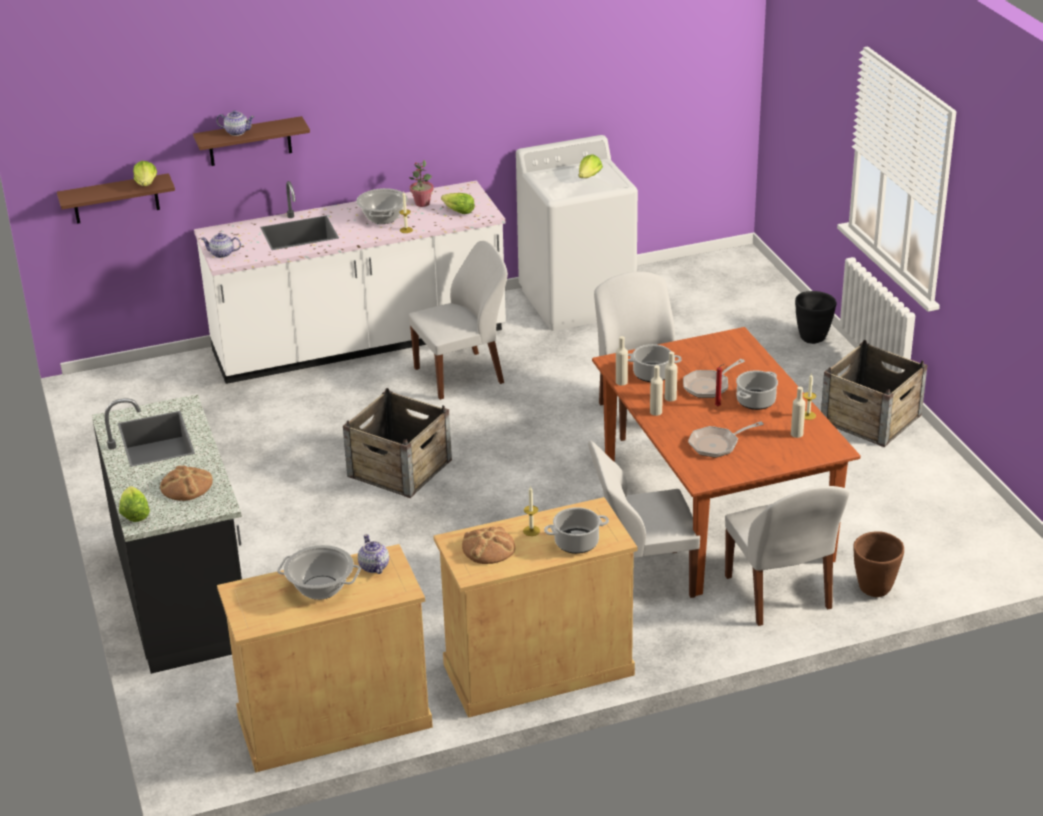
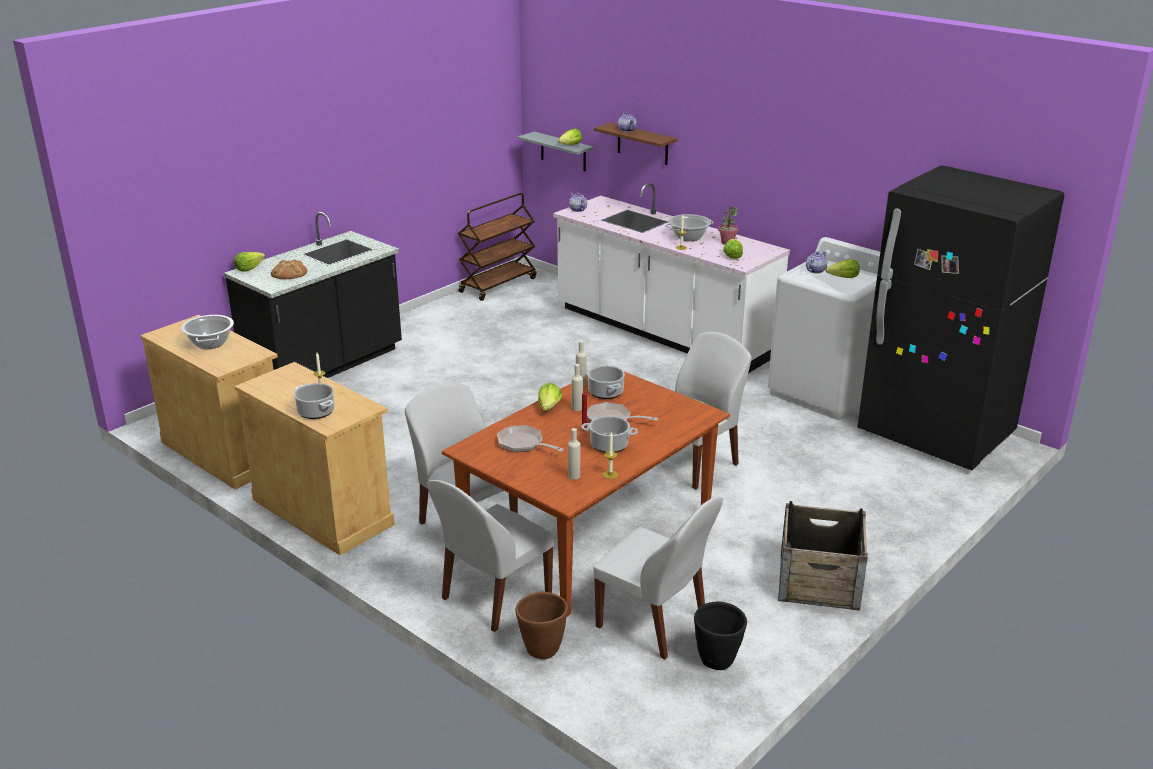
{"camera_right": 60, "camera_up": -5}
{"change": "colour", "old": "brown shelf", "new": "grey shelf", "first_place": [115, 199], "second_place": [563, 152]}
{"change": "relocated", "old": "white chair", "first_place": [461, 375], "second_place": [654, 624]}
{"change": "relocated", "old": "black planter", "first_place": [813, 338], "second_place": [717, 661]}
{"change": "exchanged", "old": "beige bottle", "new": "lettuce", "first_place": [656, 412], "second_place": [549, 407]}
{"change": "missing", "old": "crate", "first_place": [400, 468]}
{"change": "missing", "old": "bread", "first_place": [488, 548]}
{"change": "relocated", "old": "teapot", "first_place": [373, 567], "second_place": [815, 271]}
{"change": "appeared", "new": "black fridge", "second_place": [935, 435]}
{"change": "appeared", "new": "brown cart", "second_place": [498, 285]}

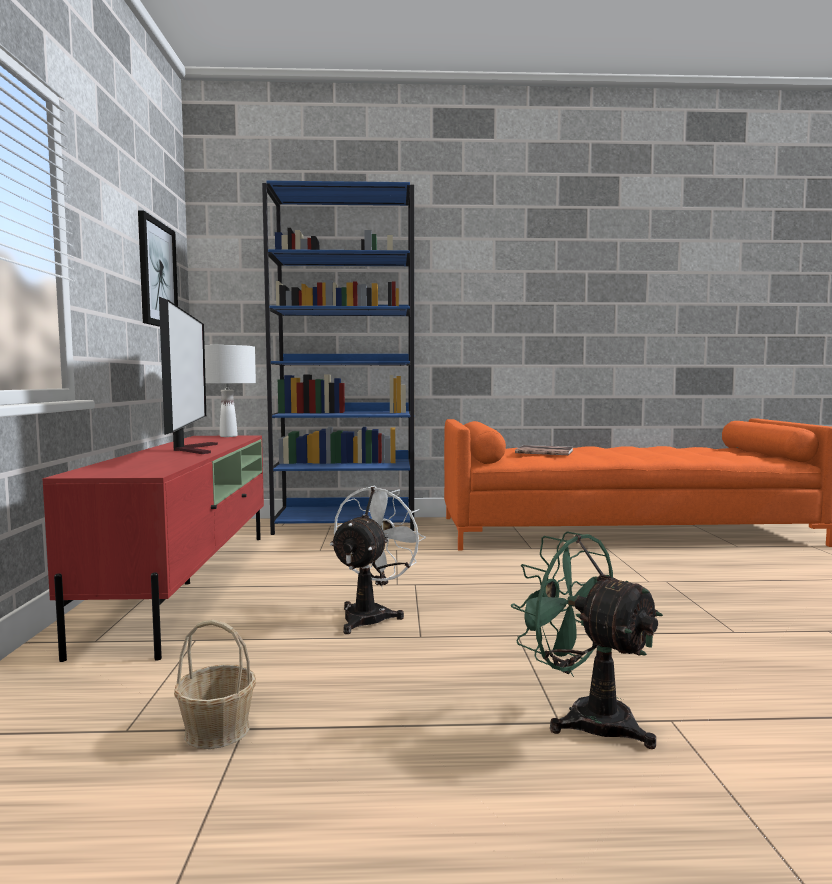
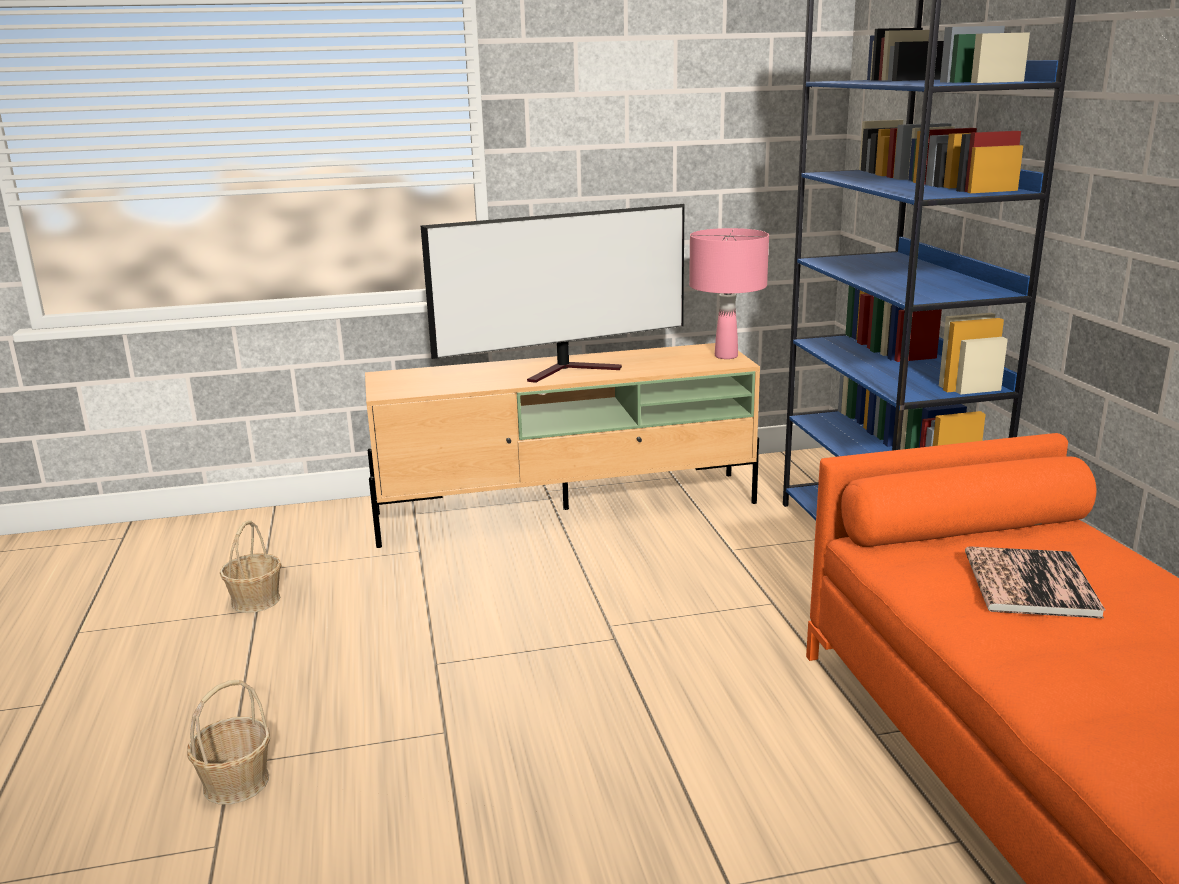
{"camera_right": 80, "camera_up": 15}
{"change": "missing", "old": "picture", "first_place": [157, 274]}
{"change": "colour", "old": "white table lamp", "new": "pink table lamp", "first_place": [228, 436], "second_place": [726, 356]}
{"change": "colour", "old": "red tv stand", "new": "beige tv stand", "first_place": [189, 582], "second_place": [568, 508]}
{"change": "missing", "old": "white fan", "first_place": [371, 615]}
{"change": "exchanged", "old": "green fan", "new": "basket", "first_place": [585, 717], "second_place": [235, 783]}

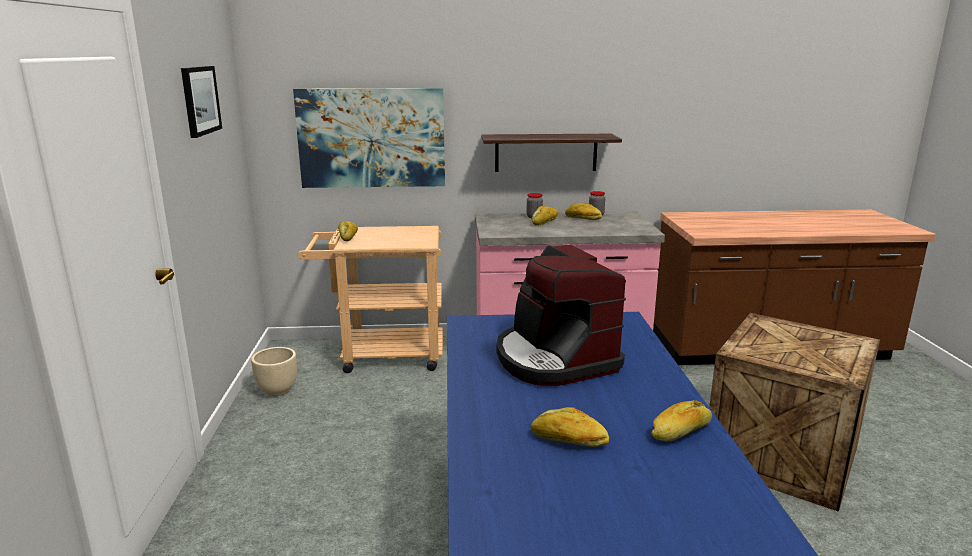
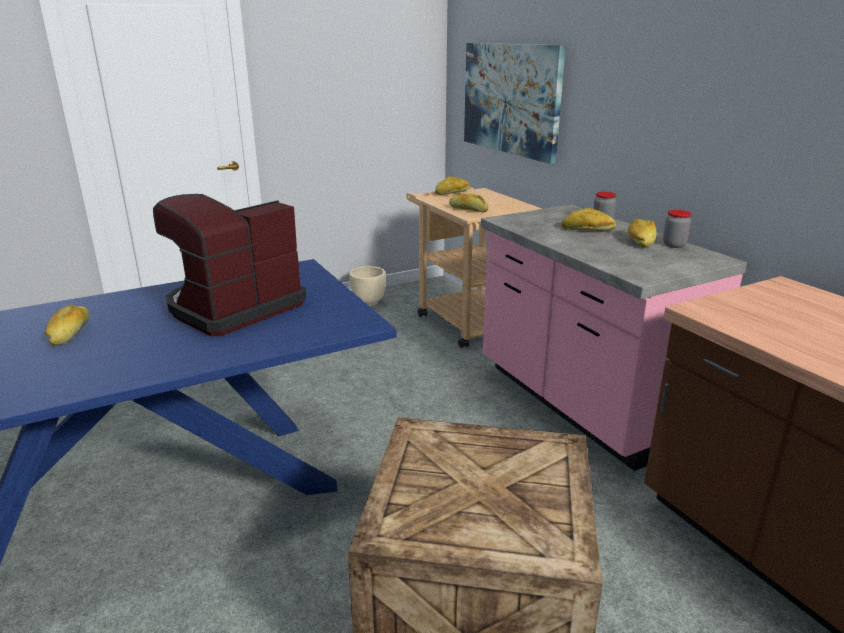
{"camera_right": 65, "camera_up": 5}
{"change": "missing", "old": "picture", "first_place": [200, 100]}
{"change": "missing", "old": "shelf", "first_place": [546, 152]}
{"change": "relocated", "old": "bread", "first_place": [681, 432], "second_place": [468, 210]}

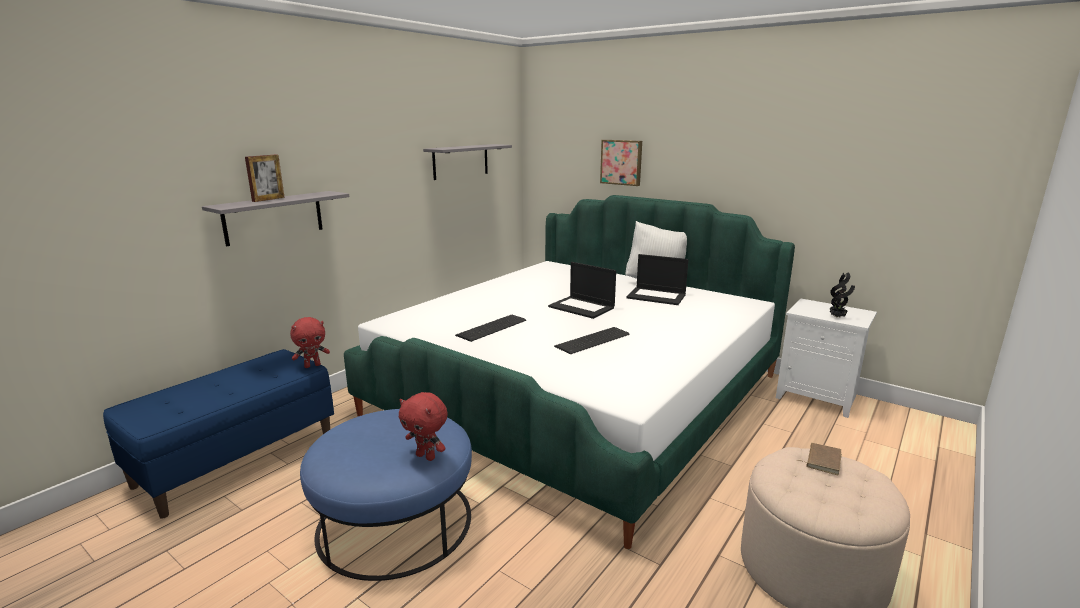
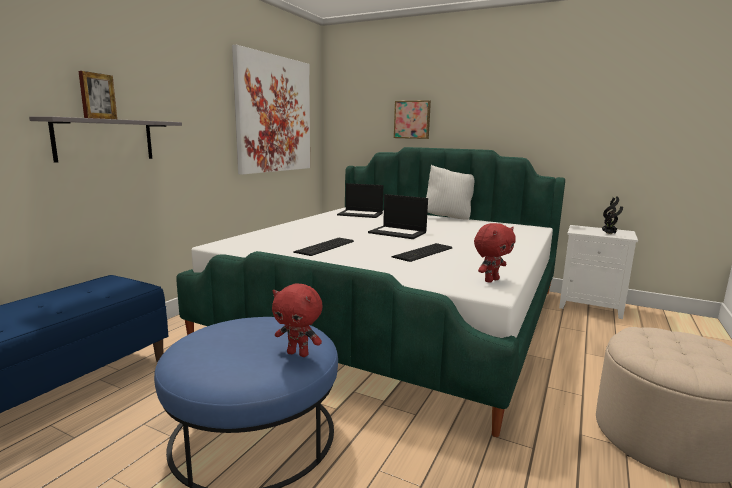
{"camera_right": -10, "camera_up": -5}
{"change": "exchanged", "old": "grey shelf", "new": "picture", "first_place": [461, 161], "second_place": [274, 114]}
{"change": "relocated", "old": "laptop", "first_place": [657, 296], "second_place": [361, 214]}
{"change": "relocated", "old": "red plush toy", "first_place": [312, 365], "second_place": [491, 280]}
{"change": "missing", "old": "brown book", "first_place": [822, 460]}

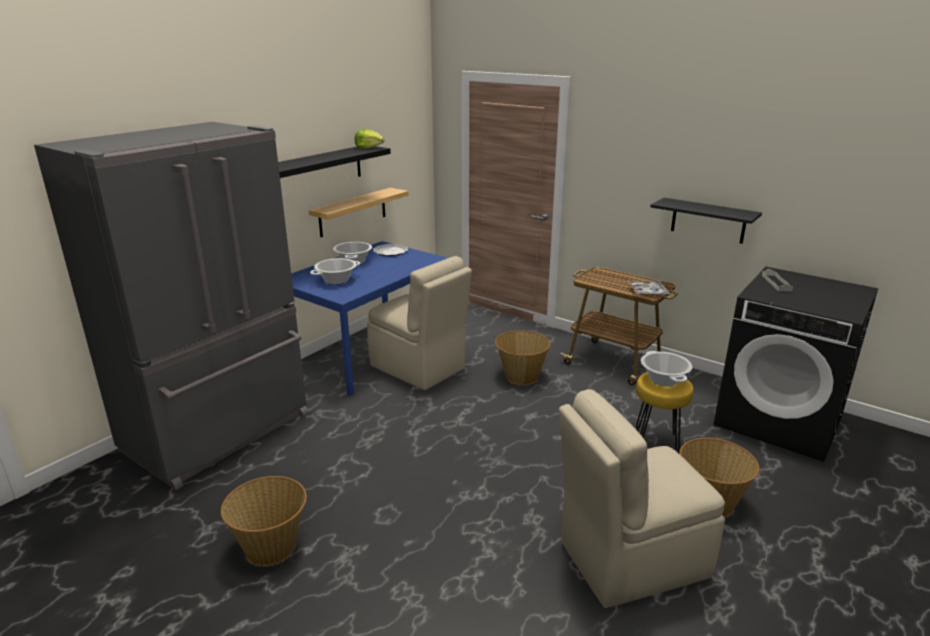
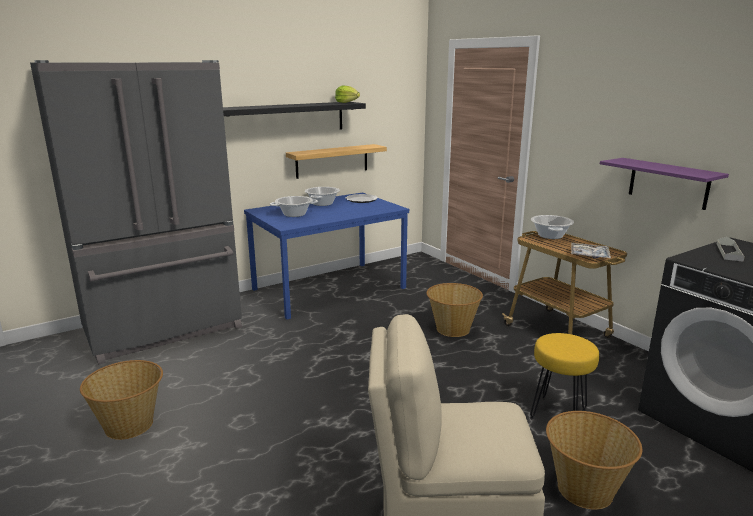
{"camera_right": 20, "camera_up": -5}
{"change": "colour", "old": "black shelf", "new": "purple shelf", "first_place": [708, 220], "second_place": [668, 183]}
{"change": "missing", "old": "beige chair", "first_place": [419, 368]}
{"change": "relocated", "old": "cooking pot", "first_place": [663, 380], "second_place": [550, 236]}

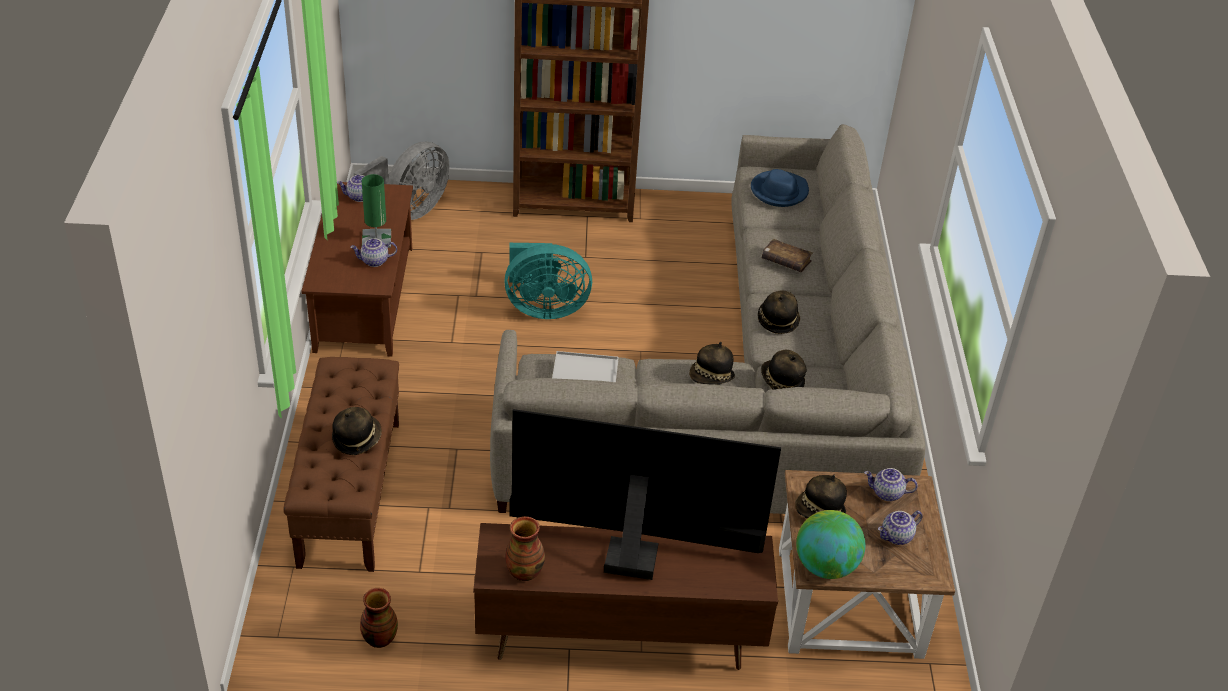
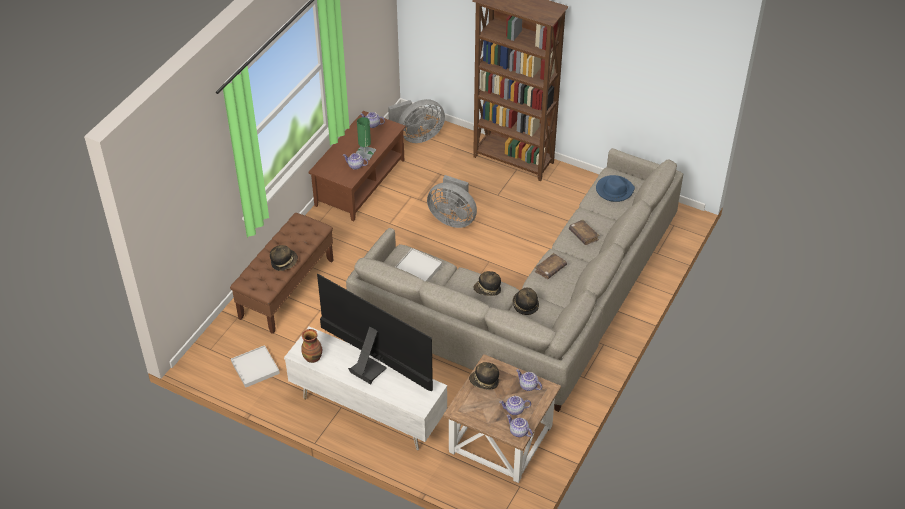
{"camera_right": 30, "camera_up": 5}
{"change": "colour", "old": "turquoise fan", "new": "grey fan", "first_place": [544, 308], "second_place": [453, 219]}
{"change": "exchanged", "old": "hat", "new": "brown book", "first_place": [777, 320], "second_place": [550, 269]}
{"change": "missing", "old": "globe", "first_place": [825, 566]}
{"change": "colour", "old": "brown tv stand", "new": "white tv stand", "first_place": [619, 640], "second_place": [368, 412]}
{"change": "exchanged", "old": "vase", "new": "white tray", "first_place": [379, 639], "second_place": [255, 368]}
{"change": "appeared", "new": "teapot", "second_place": [518, 432]}

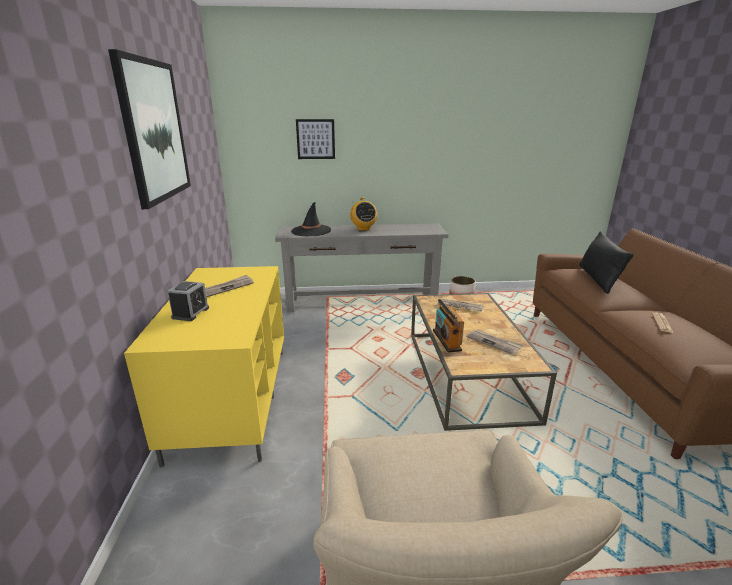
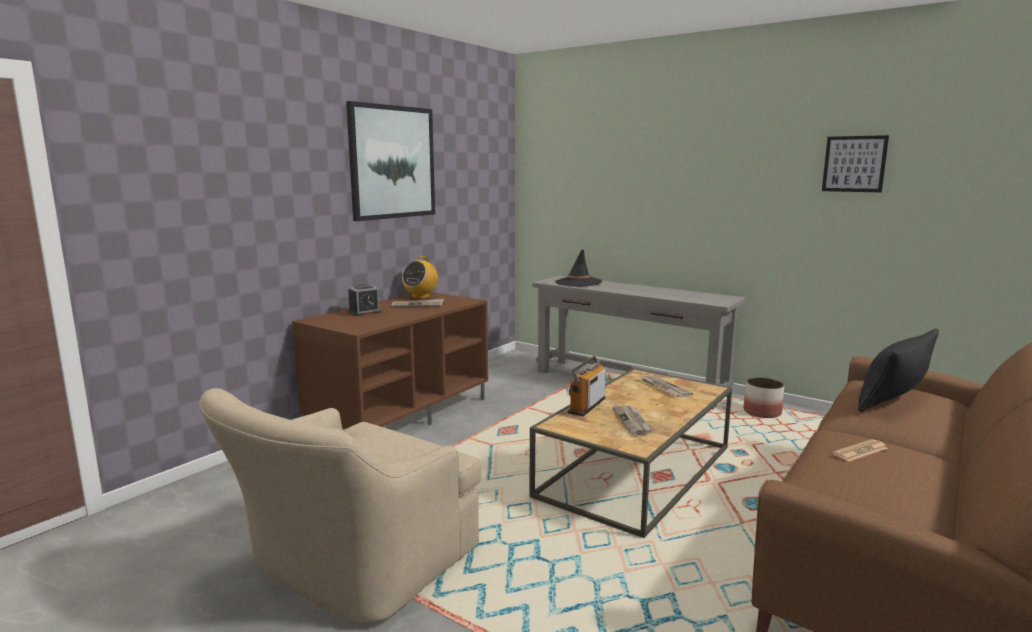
{"camera_right": 40, "camera_up": -10}
{"change": "relocated", "old": "picture", "first_place": [315, 139], "second_place": [854, 164]}
{"change": "relocated", "old": "radio", "first_place": [363, 229], "second_place": [420, 296]}
{"change": "colour", "old": "yellow tv stand", "new": "brown tv stand", "first_place": [231, 398], "second_place": [401, 414]}

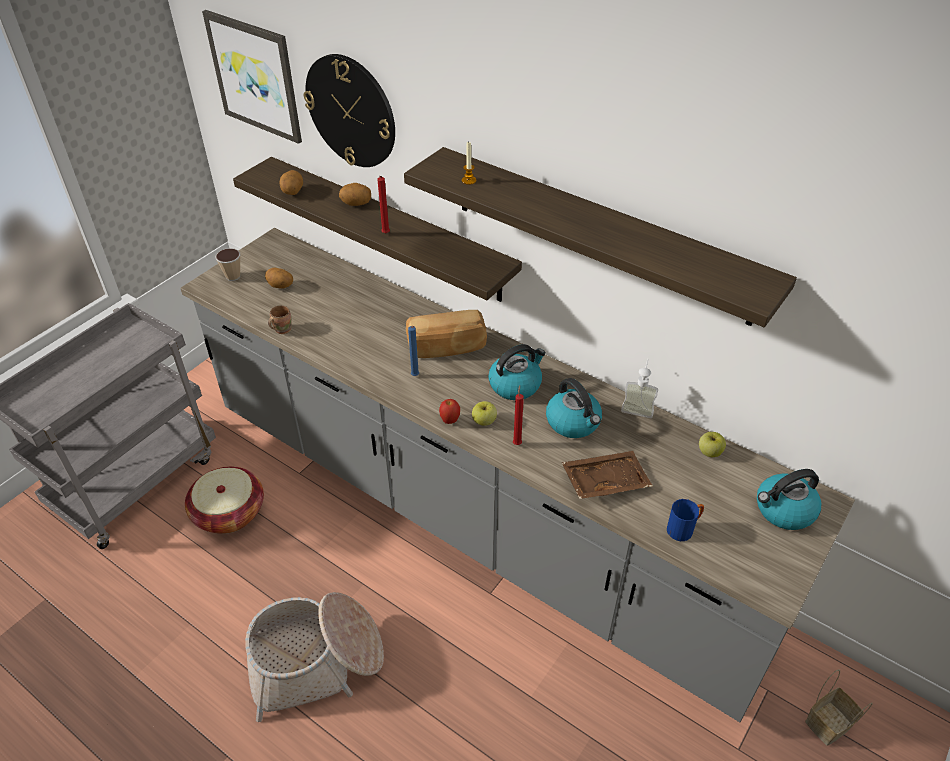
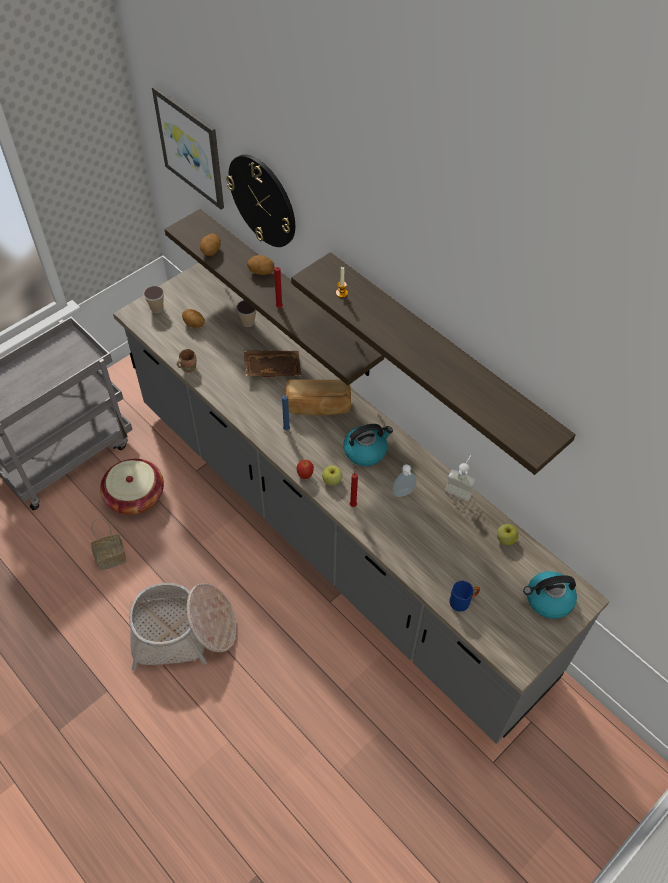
{"camera_right": 10, "camera_up": 10}
{"change": "exchanged", "old": "kettle", "new": "soap dispenser", "first_place": [574, 422], "second_place": [403, 494]}
{"change": "relocated", "old": "brown tray", "first_place": [605, 480], "second_place": [272, 367]}
{"change": "relocated", "old": "basket", "first_place": [829, 722], "second_place": [112, 556]}
{"change": "appeared", "new": "cup", "second_place": [248, 322]}

